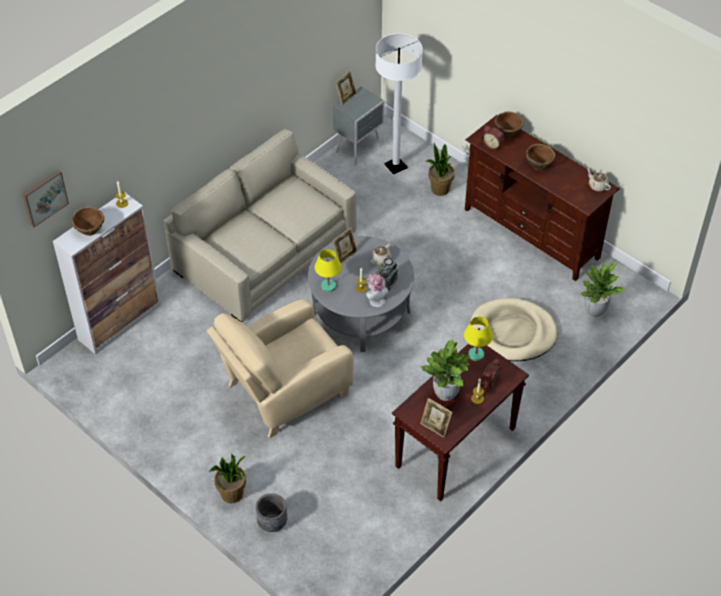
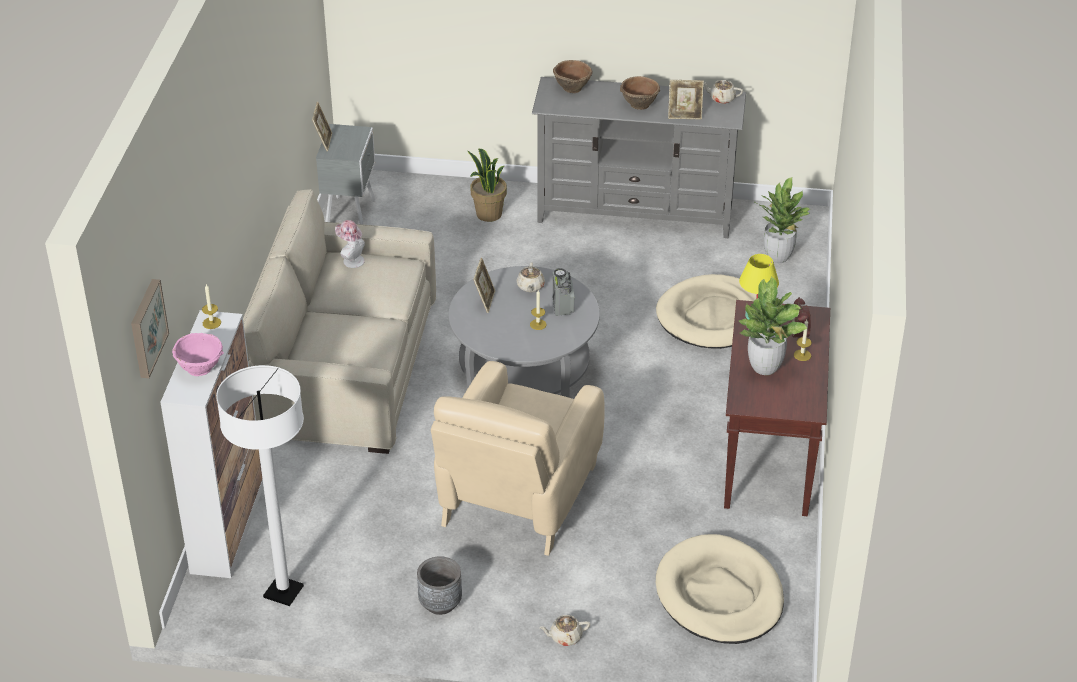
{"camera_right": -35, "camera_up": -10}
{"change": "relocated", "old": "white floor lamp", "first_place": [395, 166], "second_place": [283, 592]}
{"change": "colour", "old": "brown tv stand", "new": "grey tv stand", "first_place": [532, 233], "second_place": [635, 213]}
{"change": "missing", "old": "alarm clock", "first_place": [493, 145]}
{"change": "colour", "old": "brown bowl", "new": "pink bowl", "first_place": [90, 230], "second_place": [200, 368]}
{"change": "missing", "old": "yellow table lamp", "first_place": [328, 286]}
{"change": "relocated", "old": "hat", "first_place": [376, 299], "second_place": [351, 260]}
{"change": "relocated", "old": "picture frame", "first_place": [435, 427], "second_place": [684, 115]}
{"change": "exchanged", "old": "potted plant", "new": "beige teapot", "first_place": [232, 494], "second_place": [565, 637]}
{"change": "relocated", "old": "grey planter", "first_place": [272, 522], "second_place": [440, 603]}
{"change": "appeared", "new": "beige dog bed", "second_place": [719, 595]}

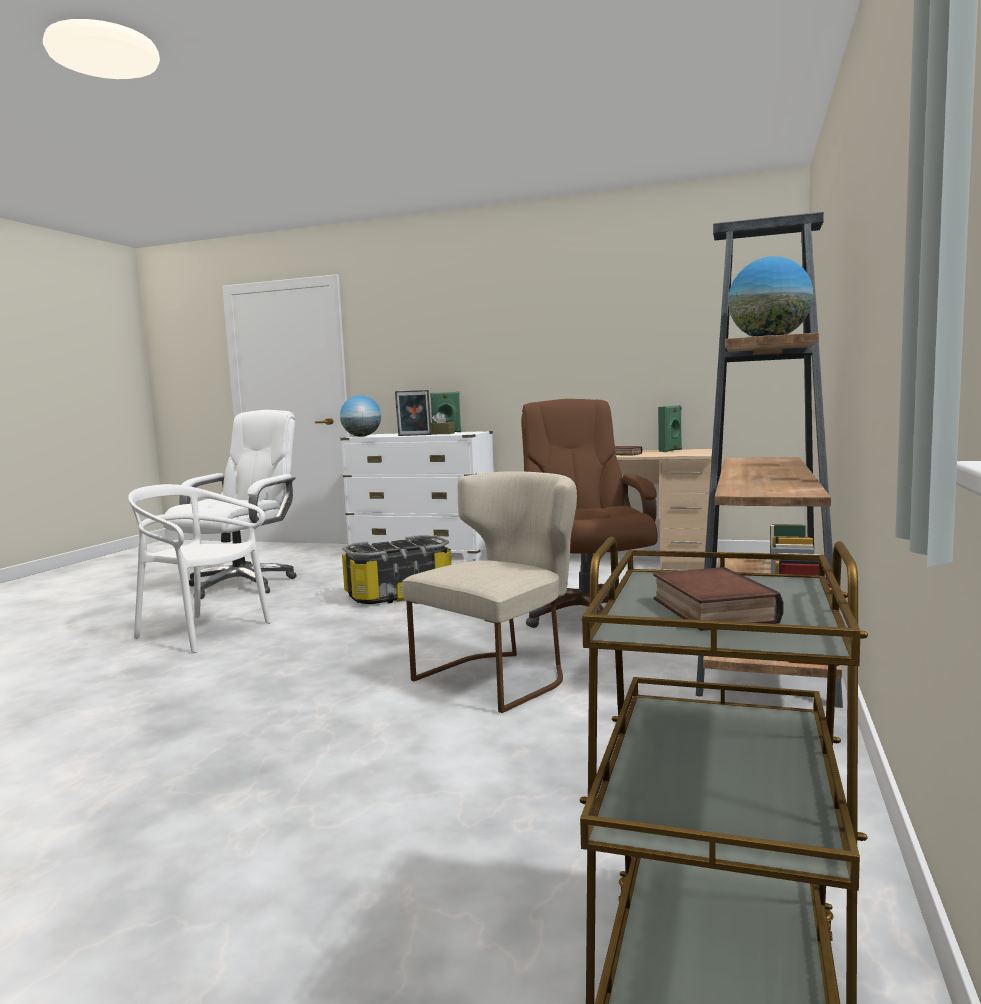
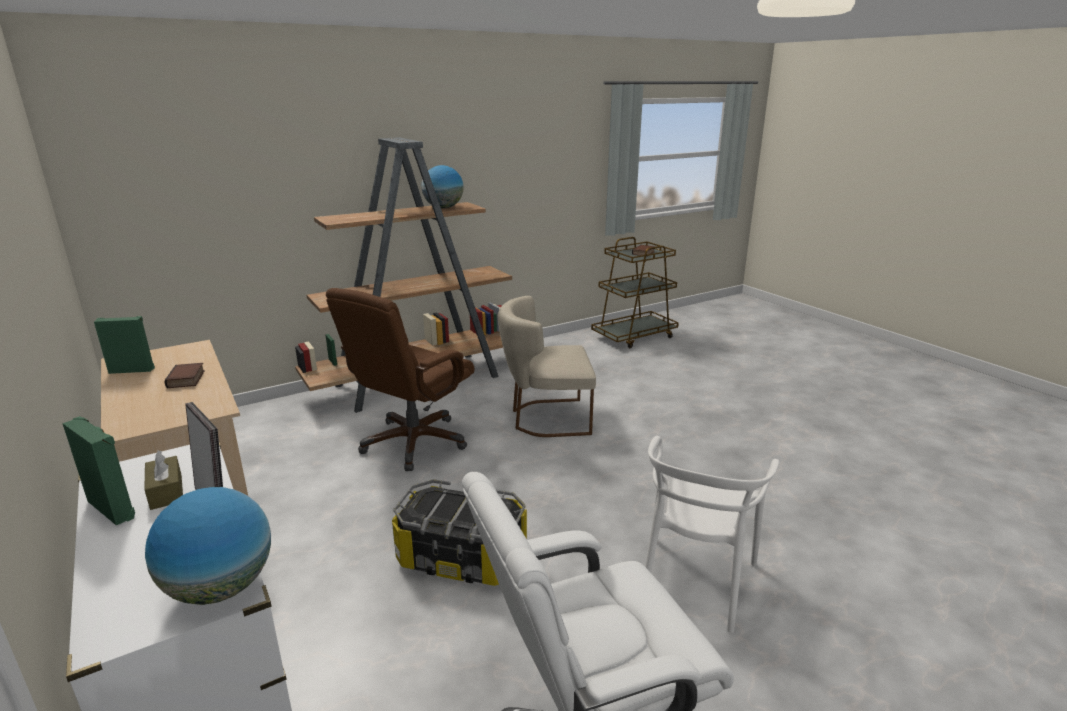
{"camera_right": -140, "camera_up": 15}
{"change": "spun", "old": "white chair", "first_place": [202, 632], "second_place": [694, 580], "degrees": 45}

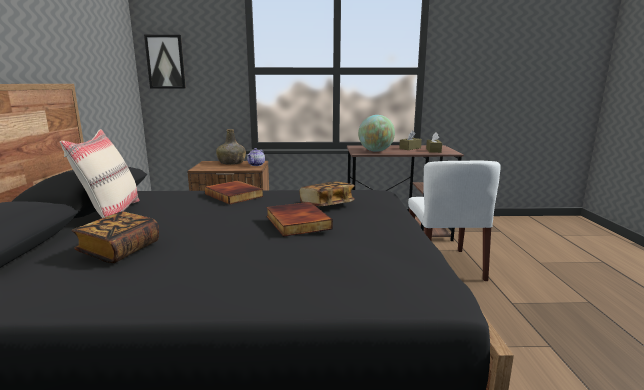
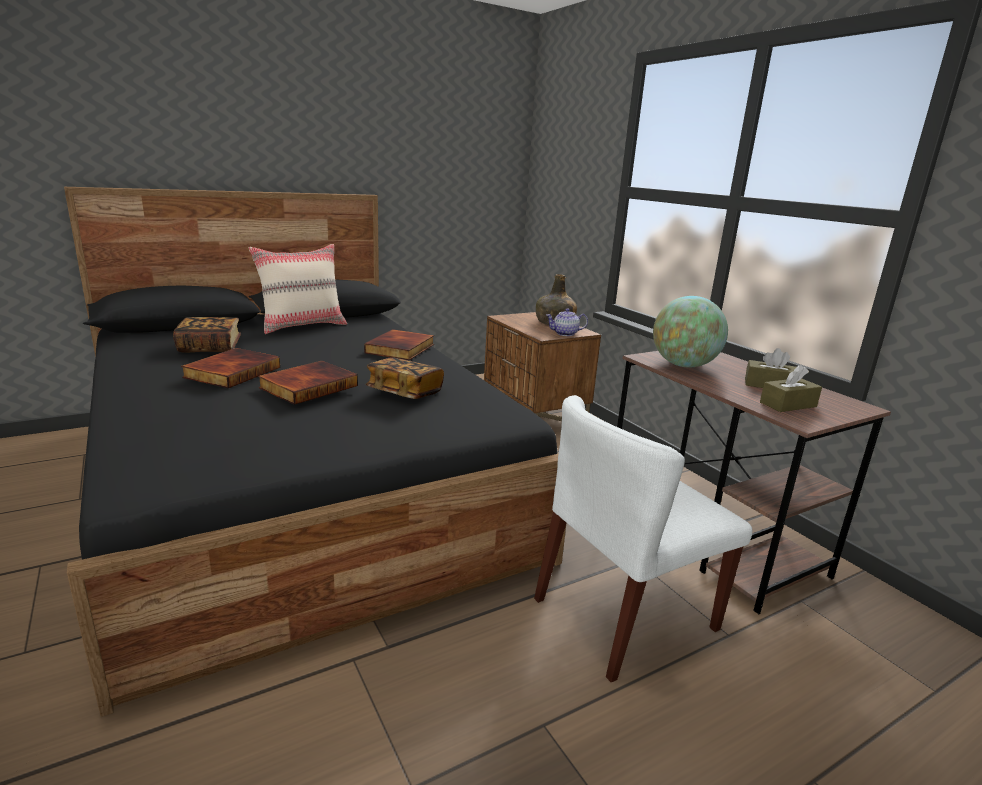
{"camera_right": 60, "camera_up": 5}
{"change": "missing", "old": "picture", "first_place": [165, 62]}
{"change": "appeared", "new": "book", "second_place": [232, 372]}

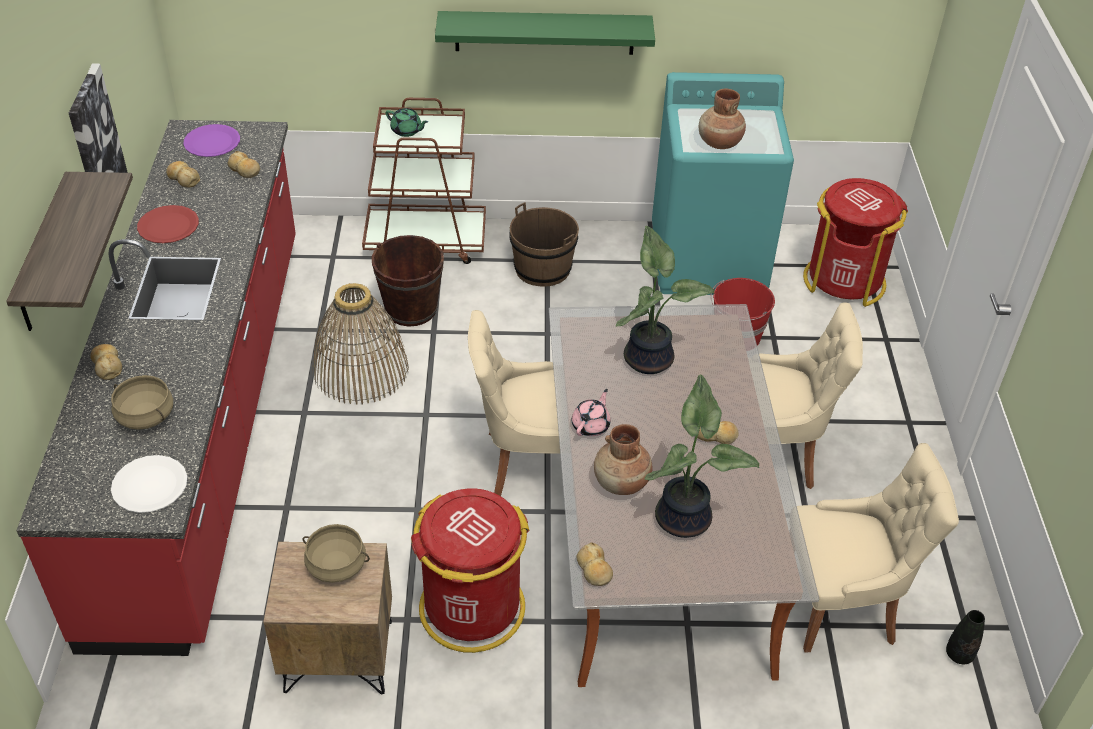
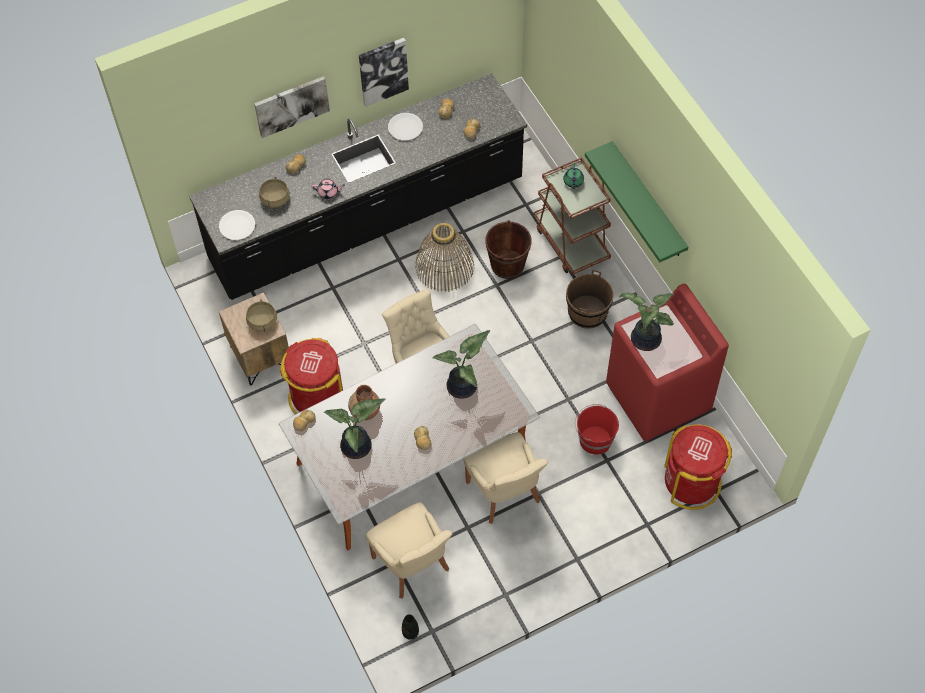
{"camera_right": 65, "camera_up": 15}
{"change": "colour", "old": "turquoise washing machine", "new": "red washing machine", "first_place": [709, 260], "second_place": [658, 398]}
{"change": "exchanged", "old": "brown vase", "new": "potted plant", "first_place": [719, 143], "second_place": [643, 340]}
{"change": "colour", "old": "red counter", "new": "black counter", "first_place": [205, 420], "second_place": [367, 220]}
{"change": "missing", "old": "purple plate", "first_place": [212, 142]}
{"change": "exchanged", "old": "shelf", "new": "picture", "first_place": [44, 255], "second_place": [291, 105]}
{"change": "colour", "old": "red plate", "new": "white plate", "first_place": [168, 226], "second_place": [405, 127]}
{"change": "relocated", "old": "pink teapot", "first_place": [591, 425], "second_place": [328, 192]}

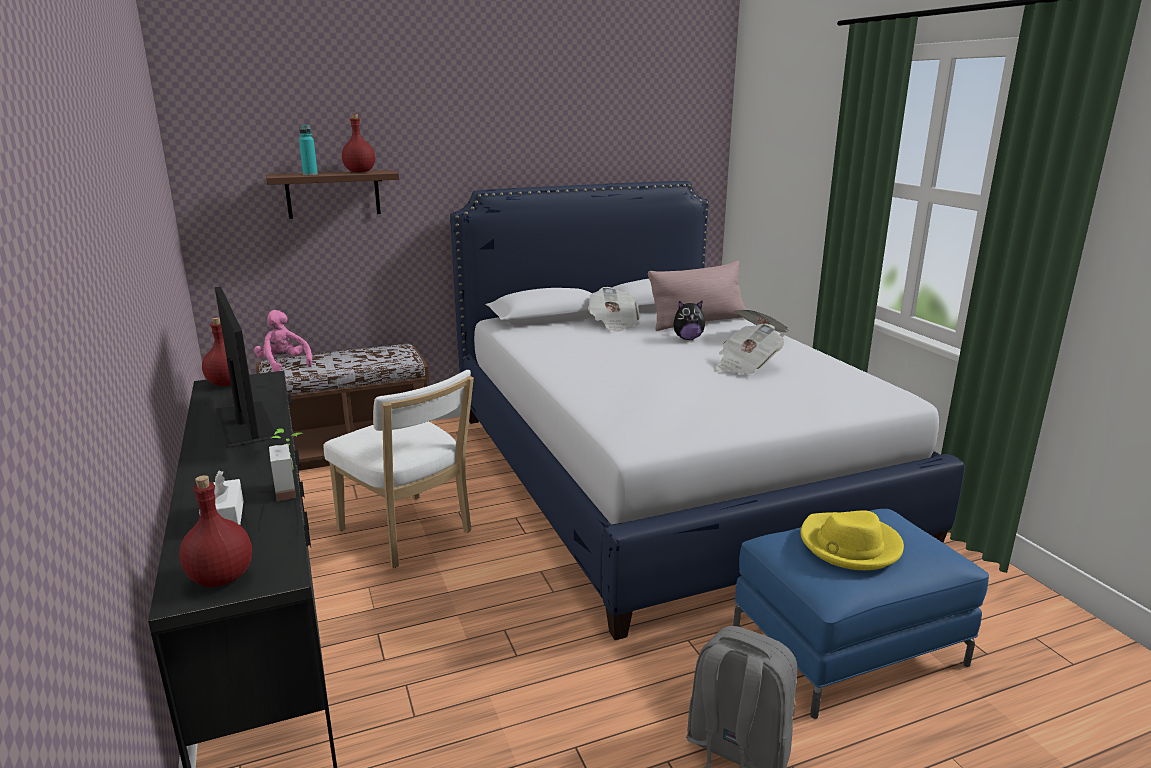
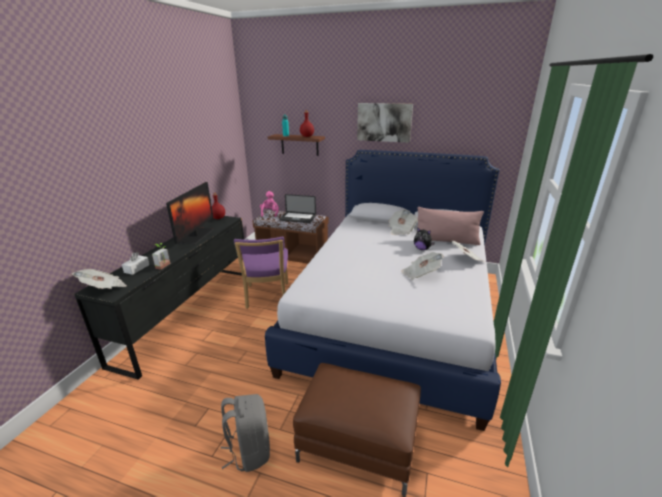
{"camera_right": 40, "camera_up": 5}
{"change": "colour", "old": "white chair", "new": "purple chair", "first_place": [408, 533], "second_place": [267, 297]}
{"change": "exchanged", "old": "red bottle", "new": "newspaper", "first_place": [221, 577], "second_place": [104, 288]}
{"change": "colour", "old": "blue ottoman", "new": "brown ottoman", "first_place": [847, 646], "second_place": [358, 443]}
{"change": "missing", "old": "yellow hat", "first_place": [849, 545]}
{"change": "appeared", "new": "picture", "second_place": [384, 122]}
{"change": "appeared", "new": "laptop", "second_place": [297, 218]}

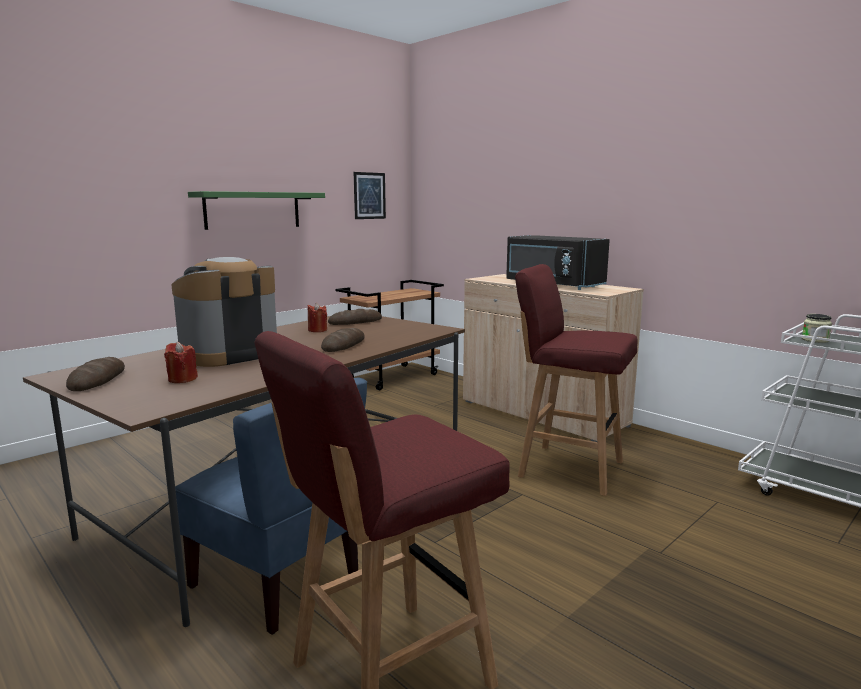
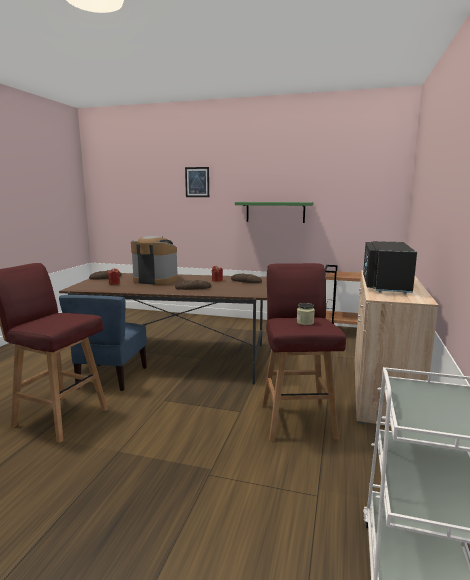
{"camera_right": 60, "camera_up": 0}
{"change": "relocated", "old": "picture", "first_place": [369, 195], "second_place": [197, 182]}
{"change": "relocated", "old": "jar", "first_place": [815, 340], "second_place": [305, 322]}

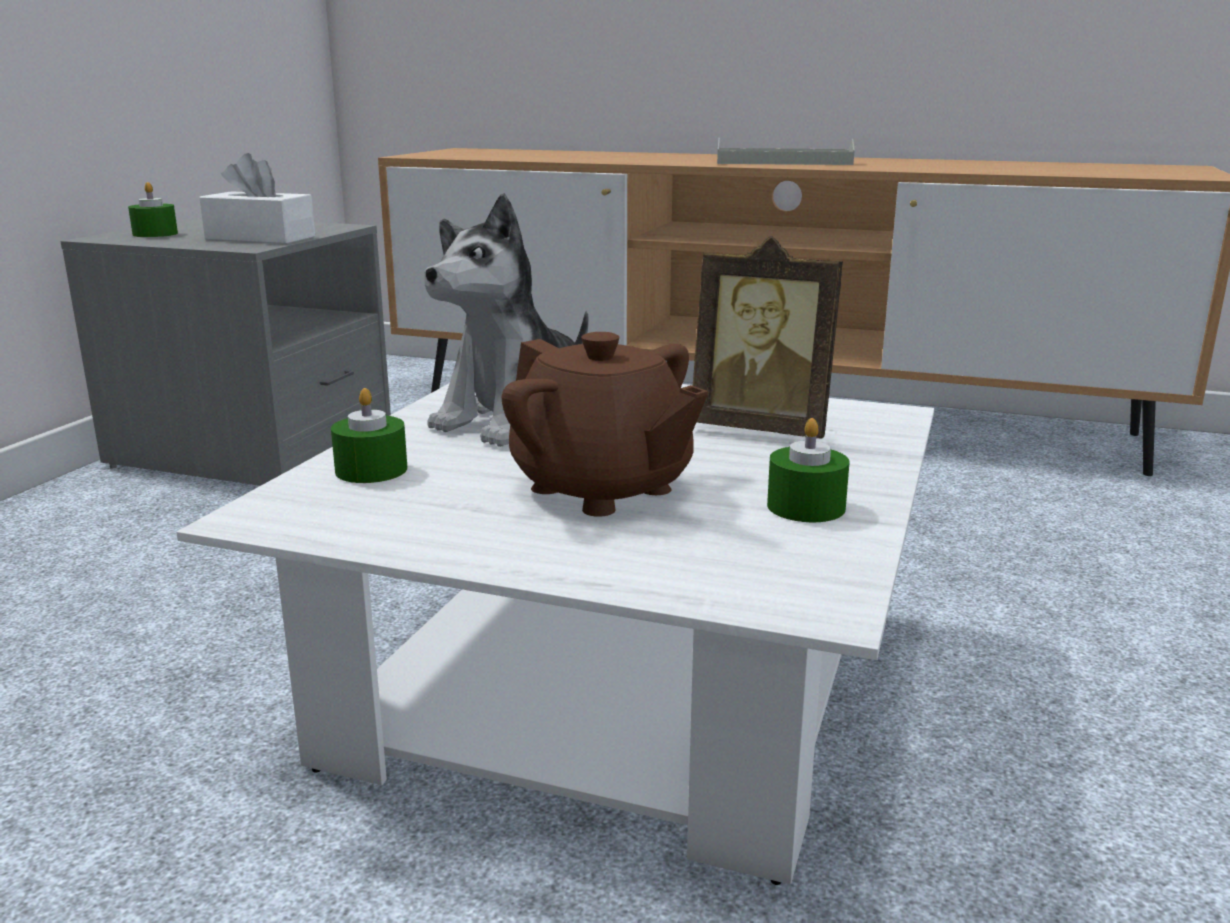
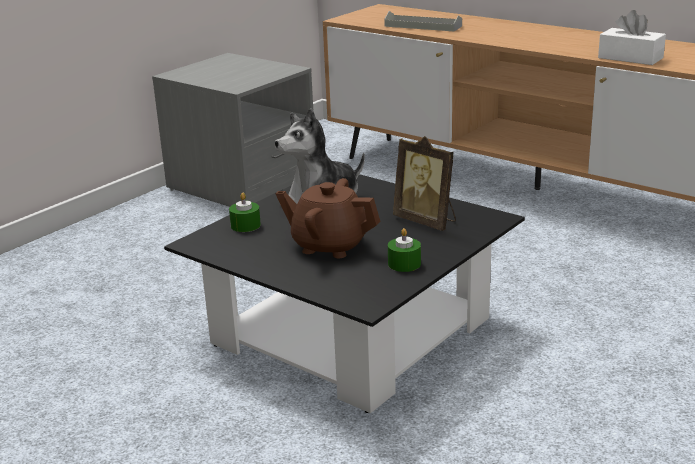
{"camera_right": 20, "camera_up": 5}
{"change": "relocated", "old": "grey tray", "first_place": [784, 162], "second_place": [423, 26]}
{"change": "relocated", "old": "white tissue box", "first_place": [260, 238], "second_place": [630, 58]}
{"change": "missing", "old": "green candle", "first_place": [155, 234]}
{"change": "spun", "old": "brown teapot", "first_place": [602, 489], "second_place": [329, 246], "degrees": 135}
{"change": "colour", "old": "white coffee table", "new": "black coffee table", "first_place": [615, 687], "second_place": [351, 331]}

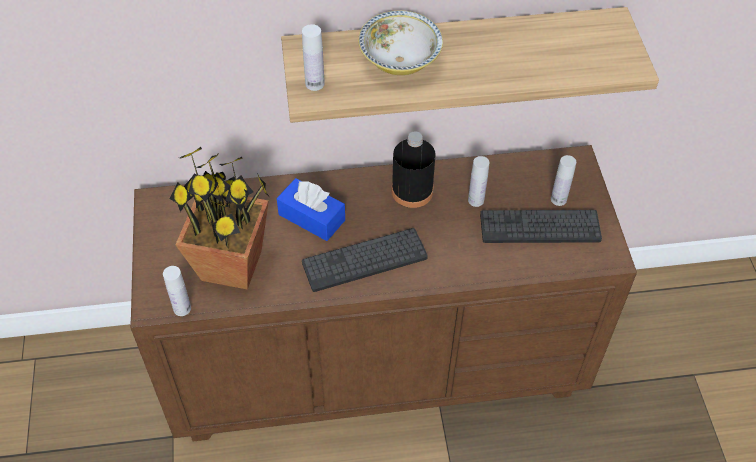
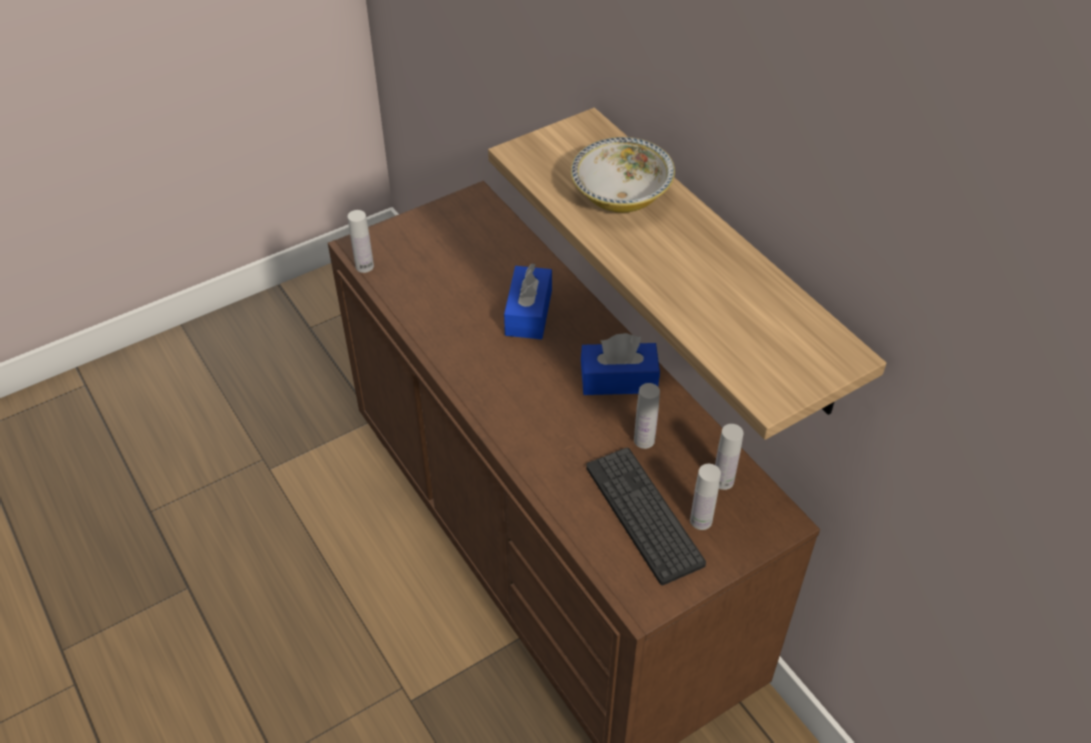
{"camera_right": 65, "camera_up": -5}
{"change": "relocated", "old": "white bottle", "first_place": [315, 84], "second_place": [723, 481]}
{"change": "exchanged", "old": "black bottle", "new": "blue tissue box", "first_place": [412, 191], "second_place": [618, 379]}
{"change": "missing", "old": "potted plant", "first_place": [232, 265]}
{"change": "missing", "old": "keyboard", "first_place": [364, 260]}

